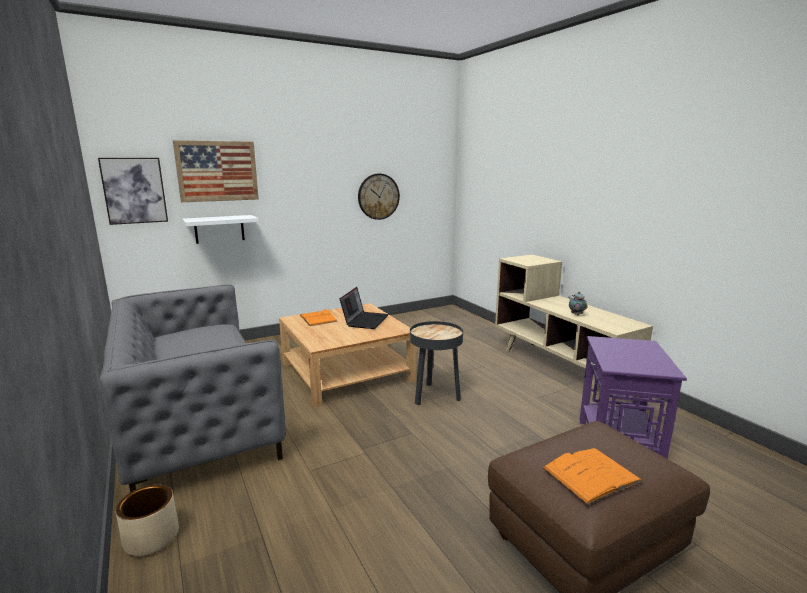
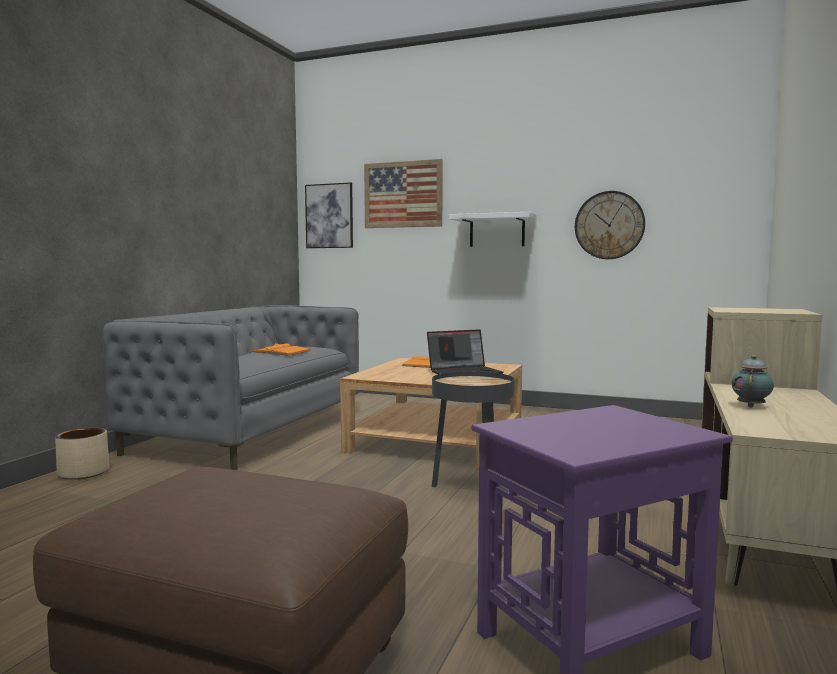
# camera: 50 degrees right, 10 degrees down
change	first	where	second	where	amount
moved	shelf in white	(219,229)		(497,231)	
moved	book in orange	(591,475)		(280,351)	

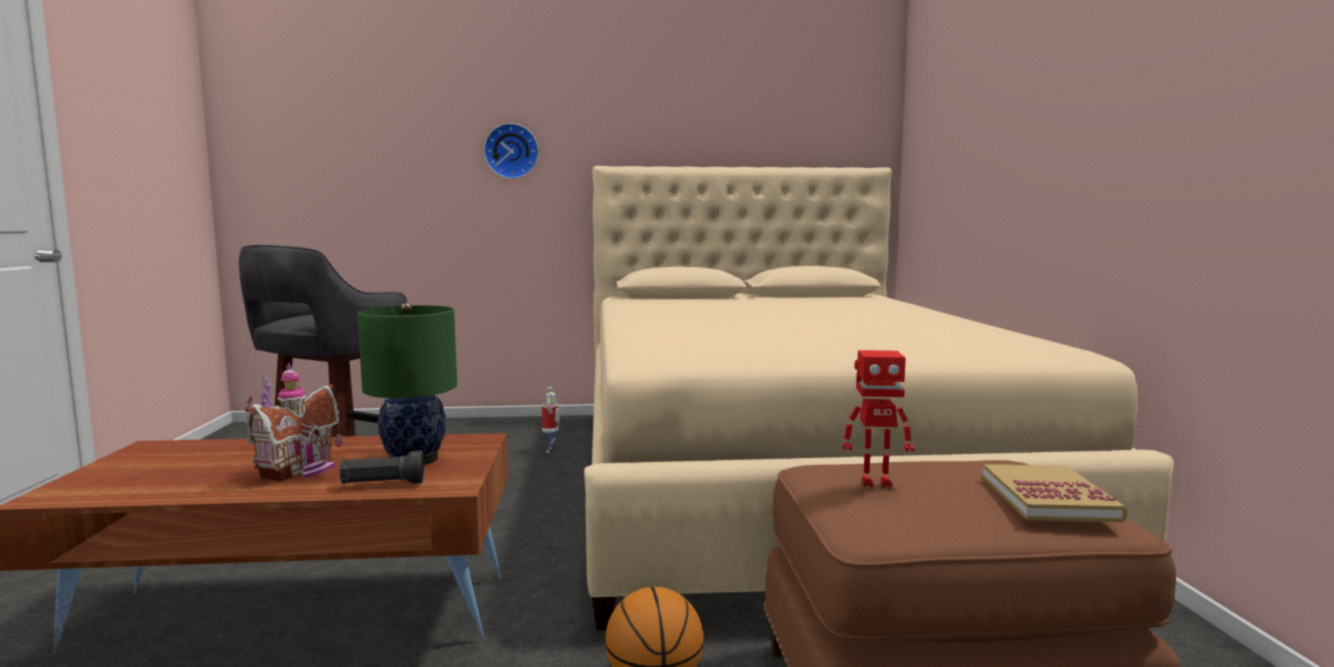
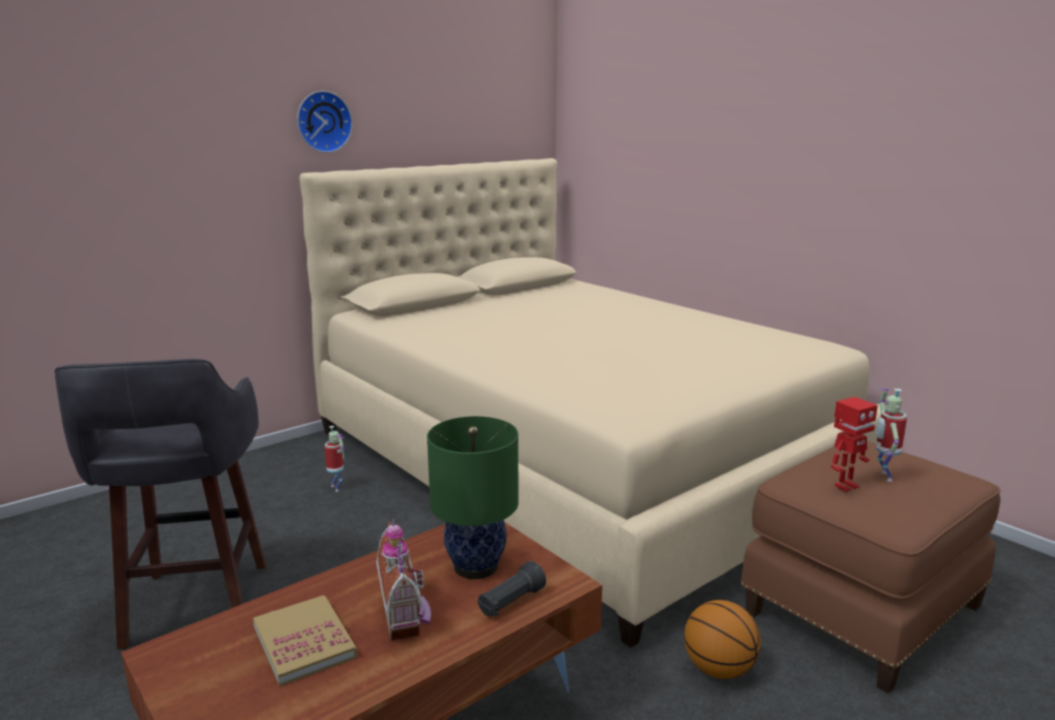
# camera: 35 degrees left, 10 degrees up
change	first	where	second	where	amount
moved	wall clock	(512,151)		(323,122)	
moved	book	(1048,498)		(304,642)	
added			toy robot	(883,476)	

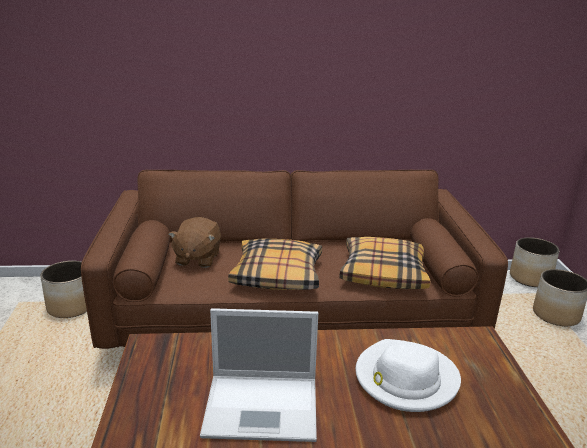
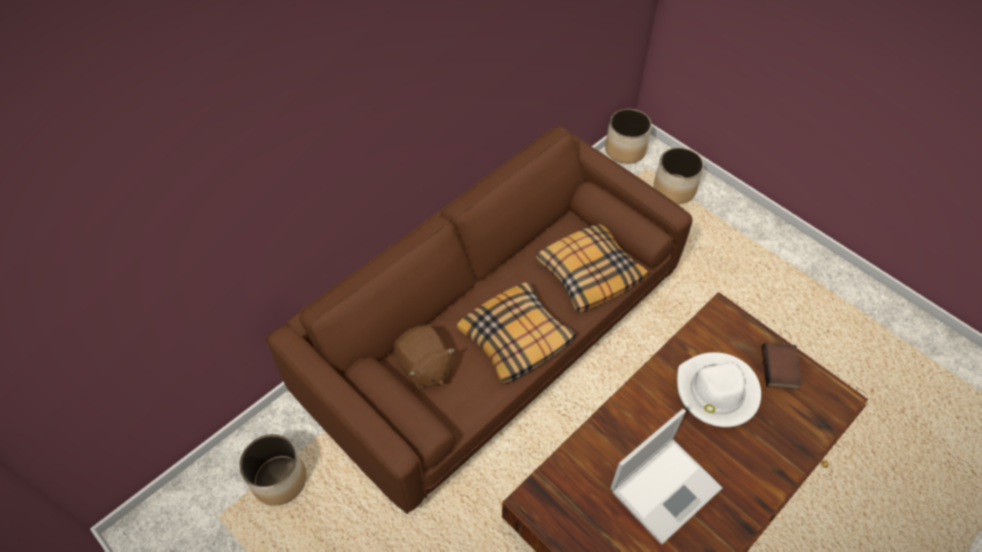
# camera: 40 degrees left, 30 degrees up
change	first	where	second	where	amount
added			book	(781,369)	

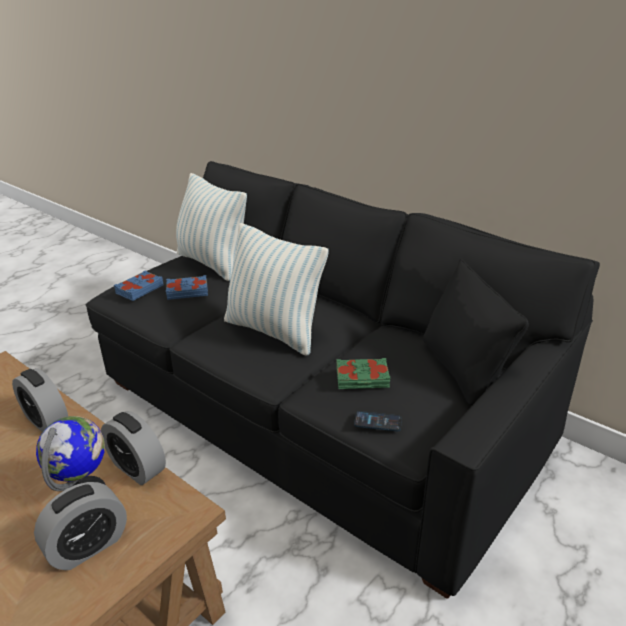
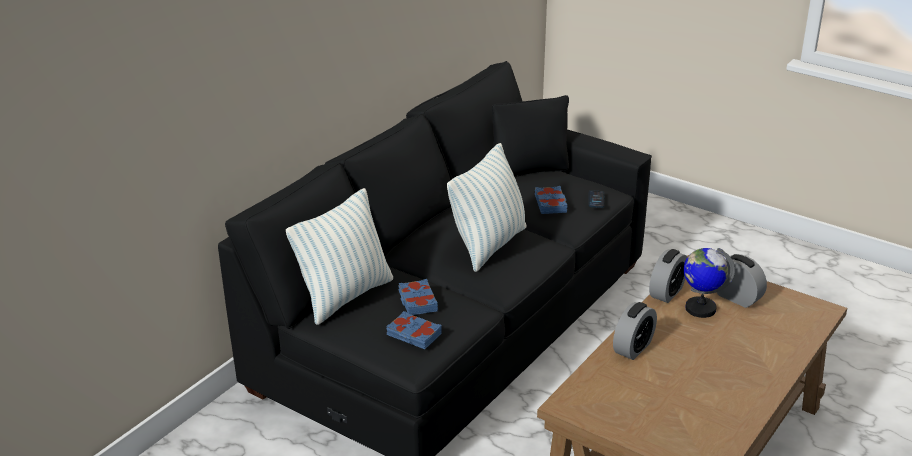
# camera: 95 degrees left, 0 degrees up
change	first	where	second	where	amount
recoloured	book in green	(362,378)	book in blue	(551,203)	

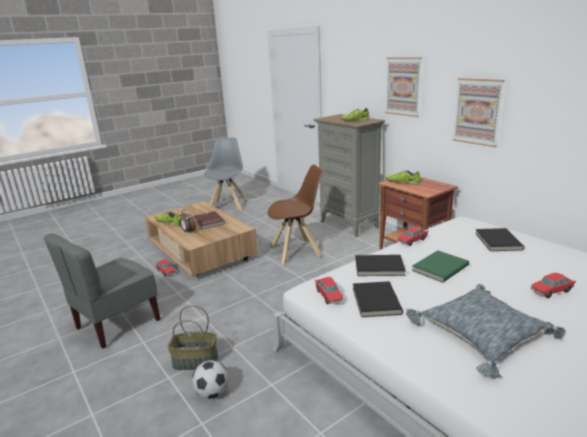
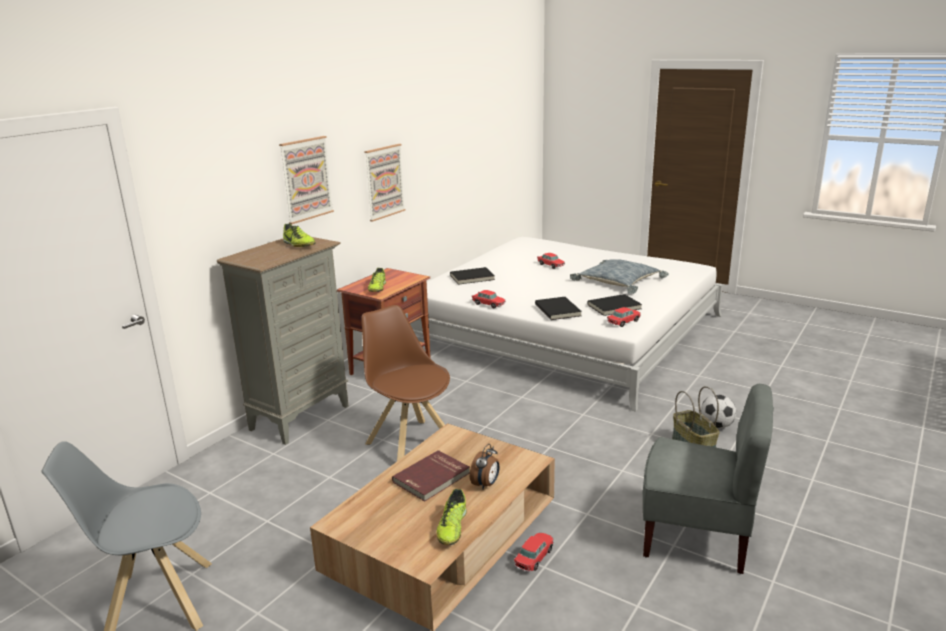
# camera: 110 degrees left, 0 degrees up
change	first	where	second	where	amount
removed	book in green	(439,267)			

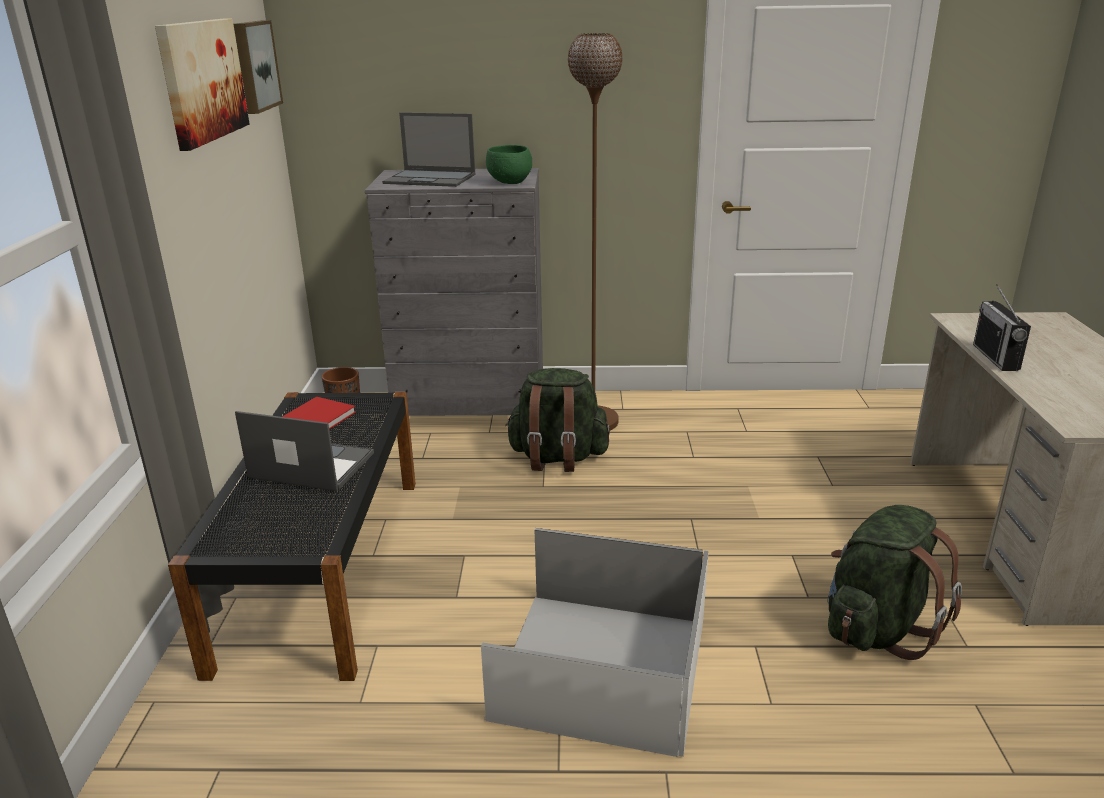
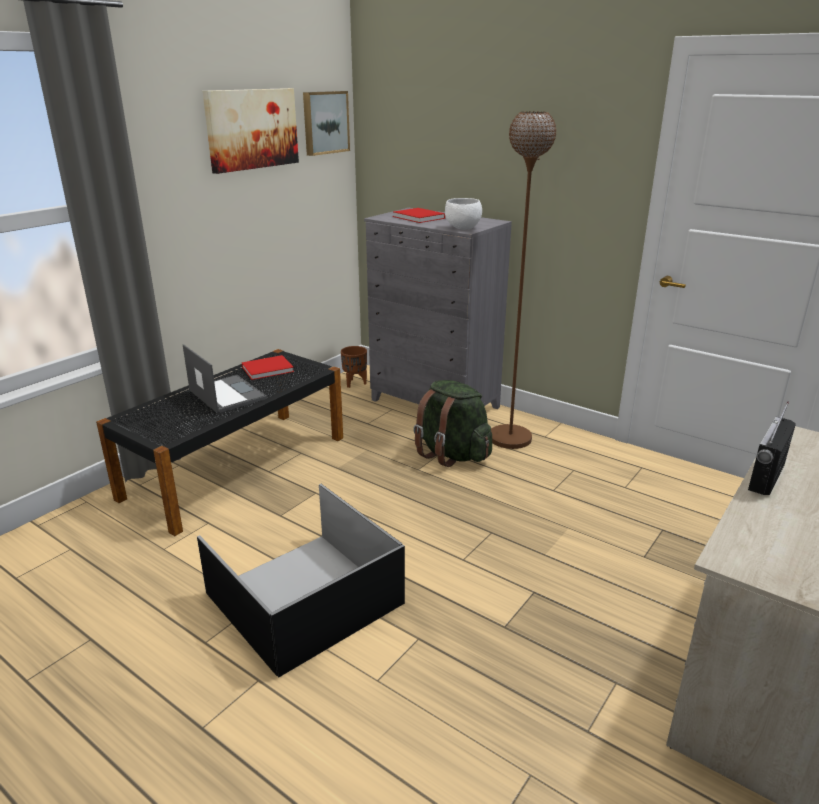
# camera: 35 degrees right, 0 degrees up
change	first	where	second	where	amount
replaced	laptop	(431,179)	book in red	(419,217)	
recoloured	bowl in green	(511,183)	bowl in white	(463,228)	
removed	backpack in green	(877,628)			
recoloured	storage box in white	(601,665)	storage box in black	(306,597)	

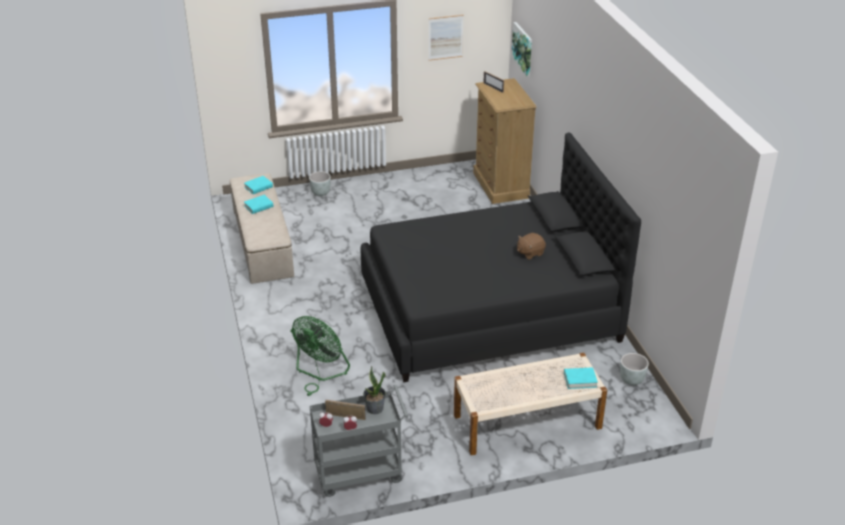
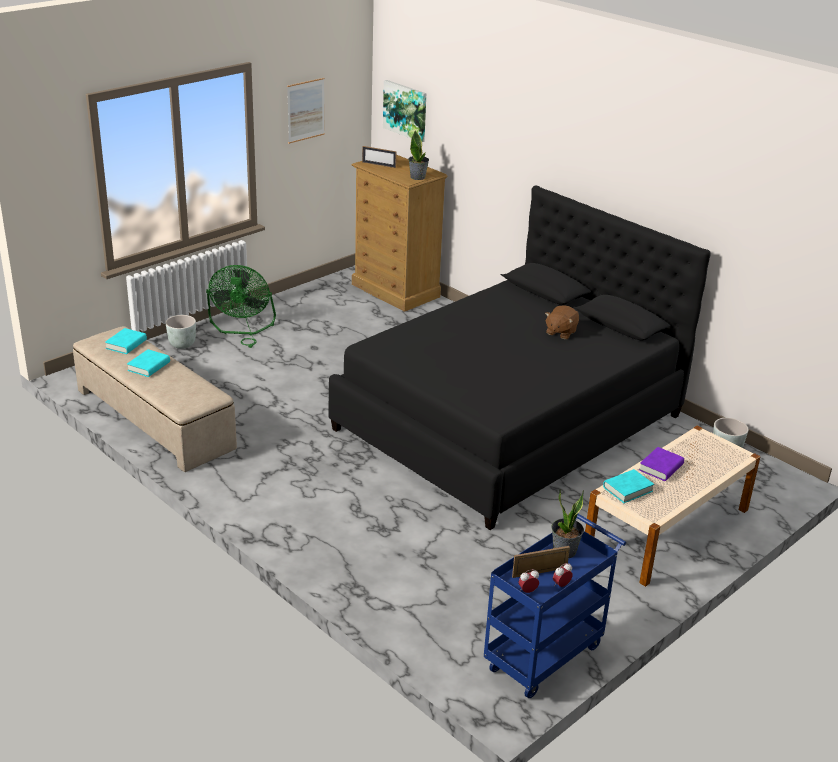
# camera: 30 degrees left, 5 degrees down
change	first	where	second	where	amount
moved	fan in green	(316,371)		(242,330)	
moved	book in turquoise	(580,380)		(627,489)	
recoloured	cart in grey	(361,476)	cart in blue	(546,658)	
added			potted plant	(418,177)	
added			book in purple	(661,467)	

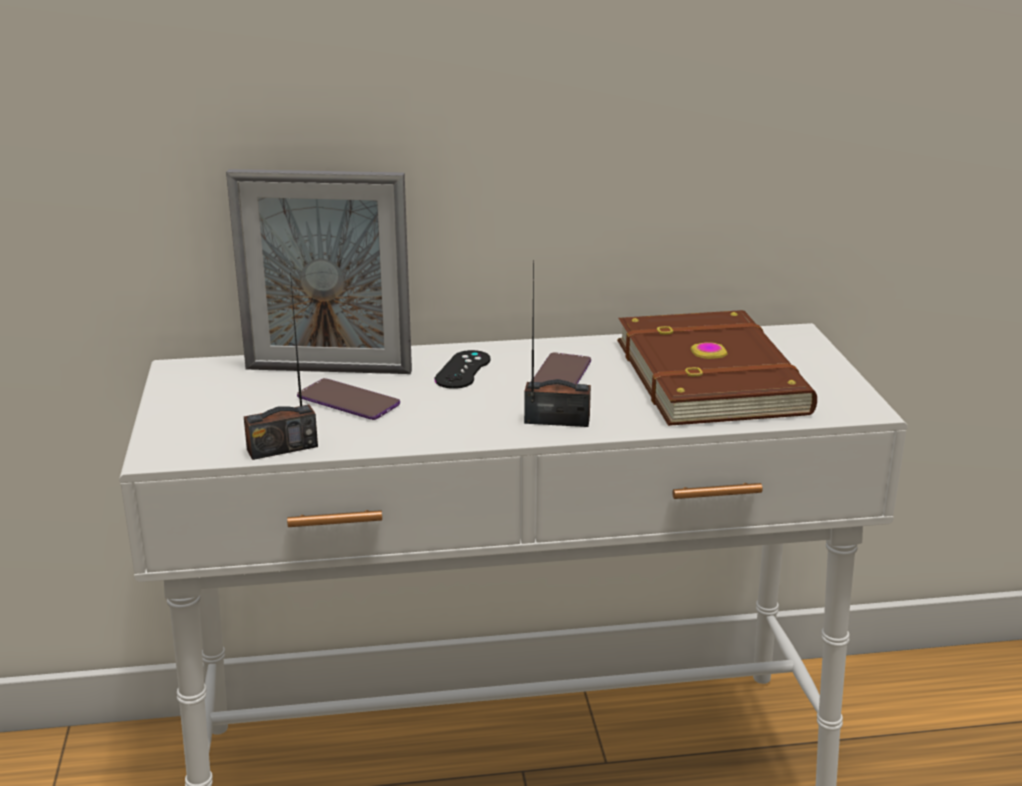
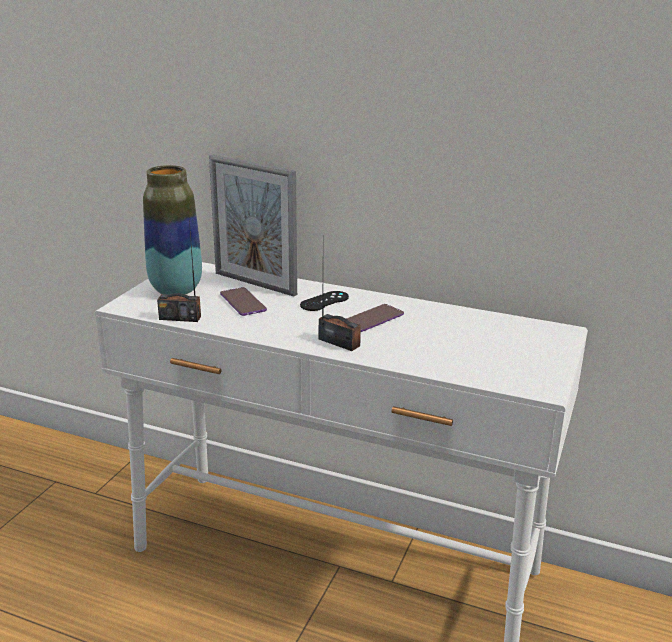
# camera: 30 degrees right, 0 degrees up
change	first	where	second	where	amount
removed	book in brown	(713,375)			
added			vase	(176,290)	

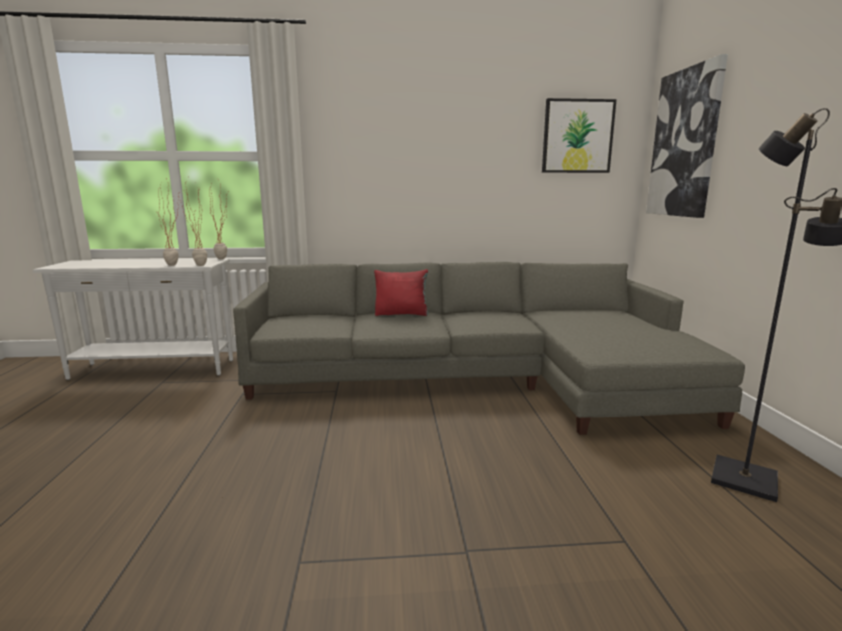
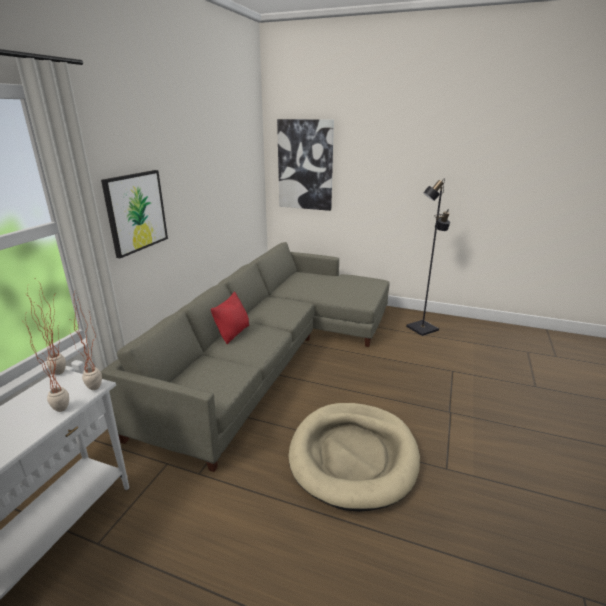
# camera: 65 degrees left, 10 degrees up
change	first	where	second	where	amount
moved	picture	(577,136)		(136,212)	
added			dog bed in beige	(353,456)	

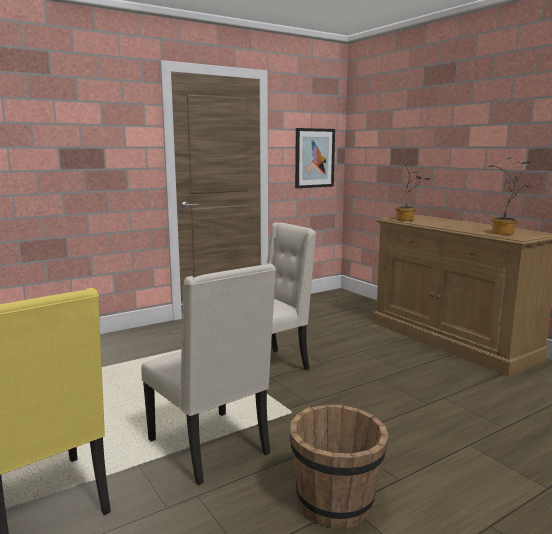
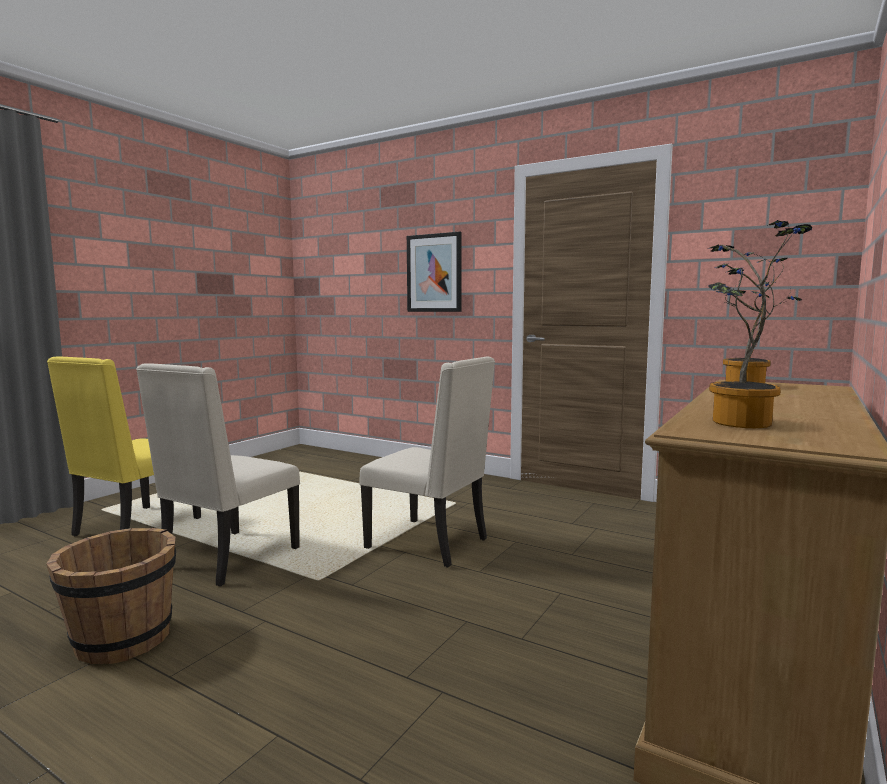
# camera: 65 degrees right, 5 degrees down
change	first	where	second	where	amount
moved	picture	(314,158)		(434,273)	

